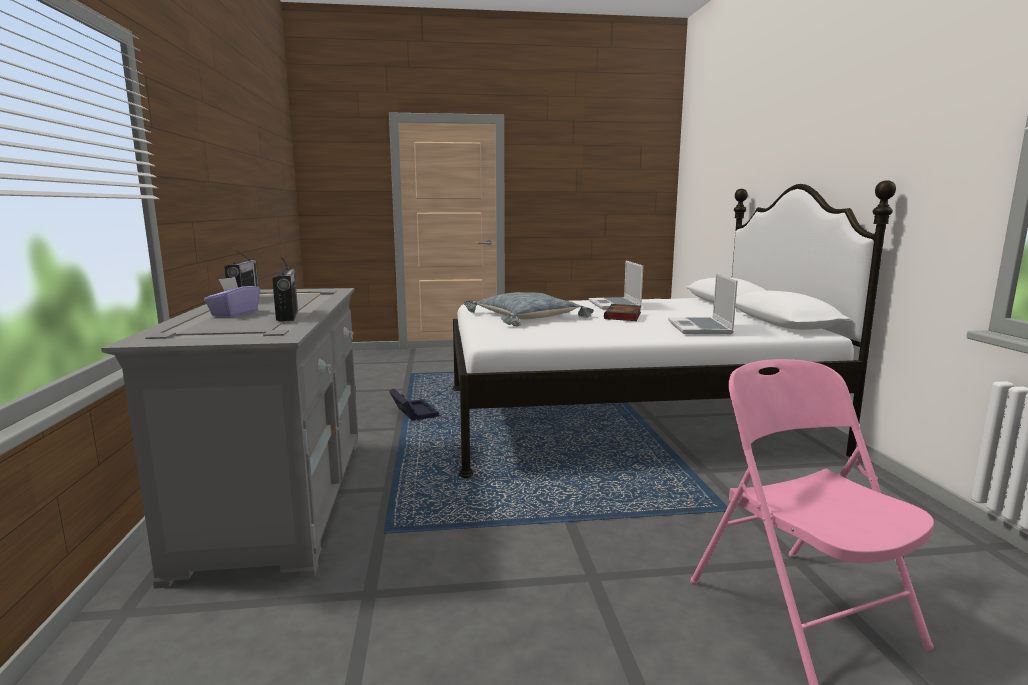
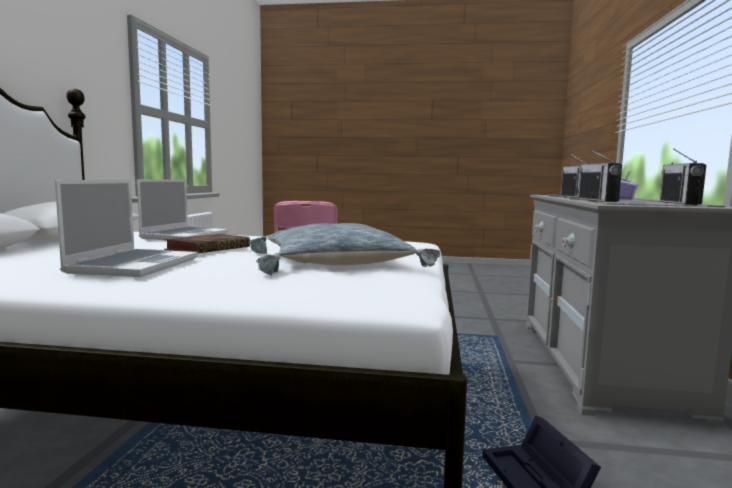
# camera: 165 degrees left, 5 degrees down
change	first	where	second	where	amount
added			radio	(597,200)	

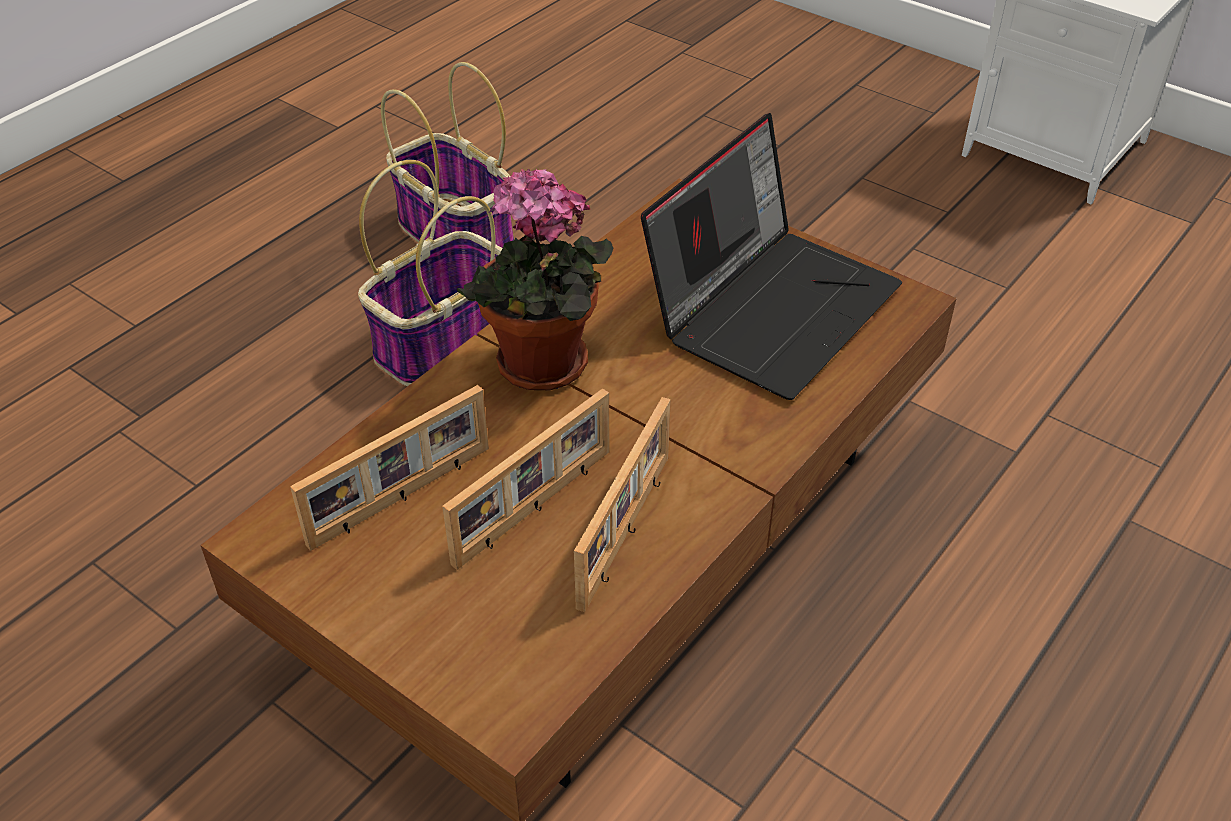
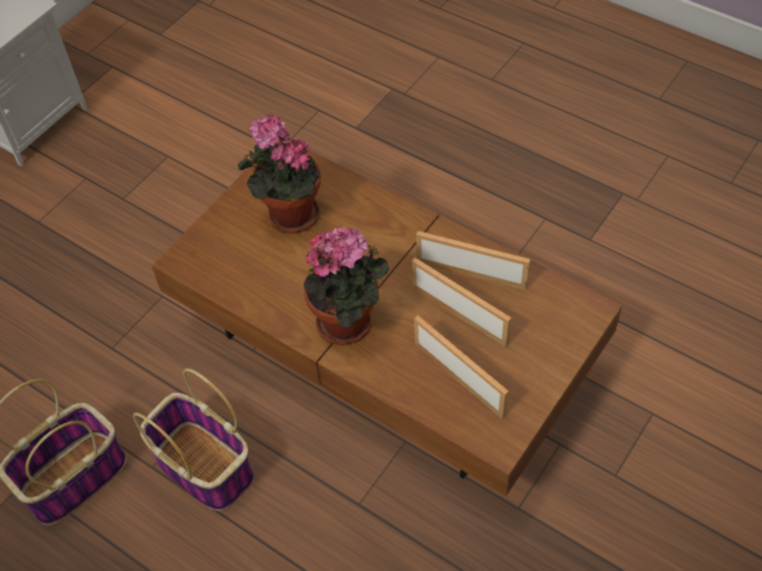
# camera: 90 degrees left, 10 degrees up
change	first	where	second	where	amount
replaced	laptop	(771,306)	potted plant	(288,215)	

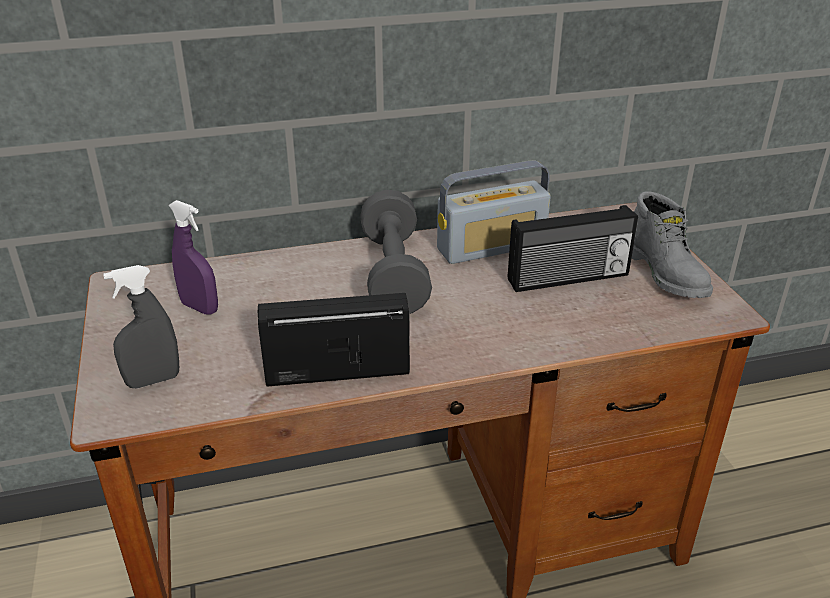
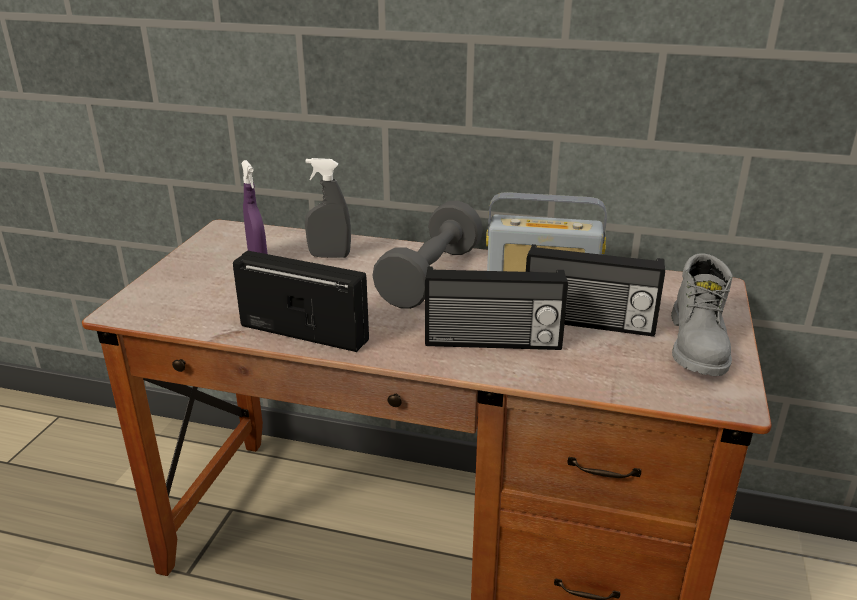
# camera: 30 degrees right, 5 degrees down
change	first	where	second	where	amount
moved	spray bottle in grey	(153,380)		(329,256)	
added			radio	(493,342)	

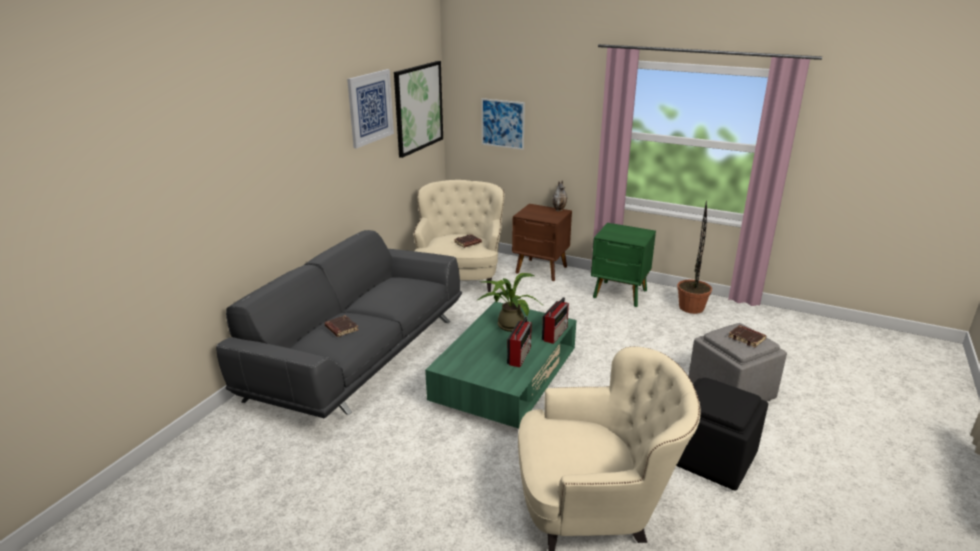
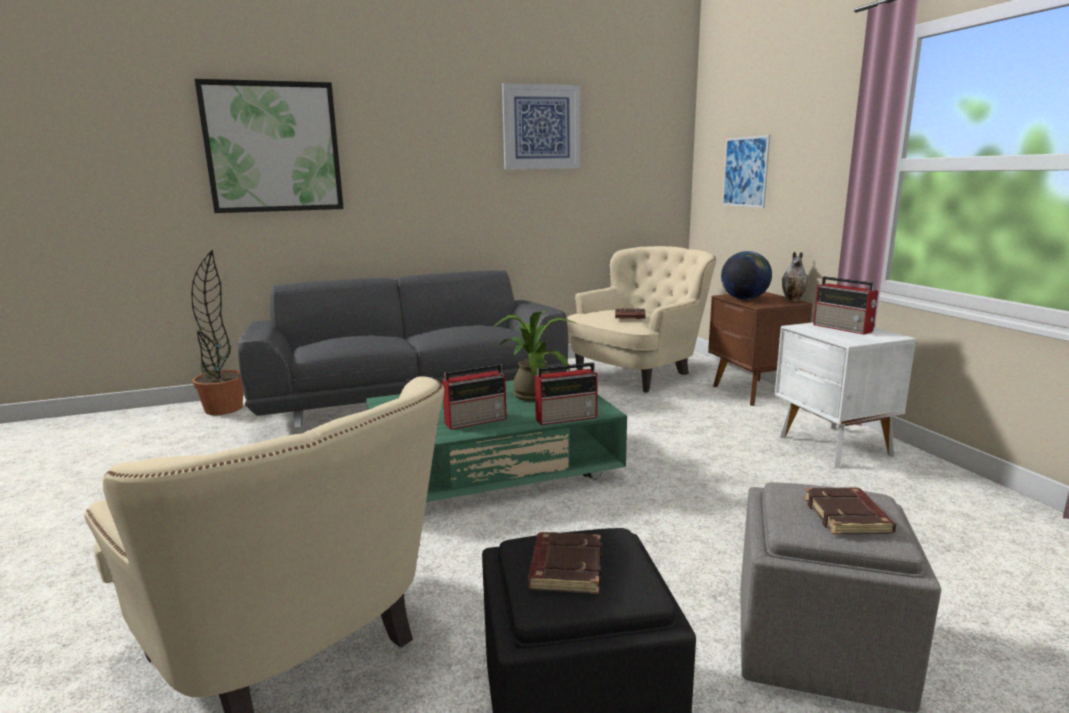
# camera: 45 degrees right, 10 degrees down
change	first	where	second	where	amount
moved	picture	(418,107)		(273,147)	
moved	potted plant	(691,308)		(224,409)	
recoloured	nightstand in green	(620,294)	nightstand in white	(834,446)	
moved	book in brown	(341,328)		(565,568)	
added			globe	(744,299)	
added			radio	(843,328)	

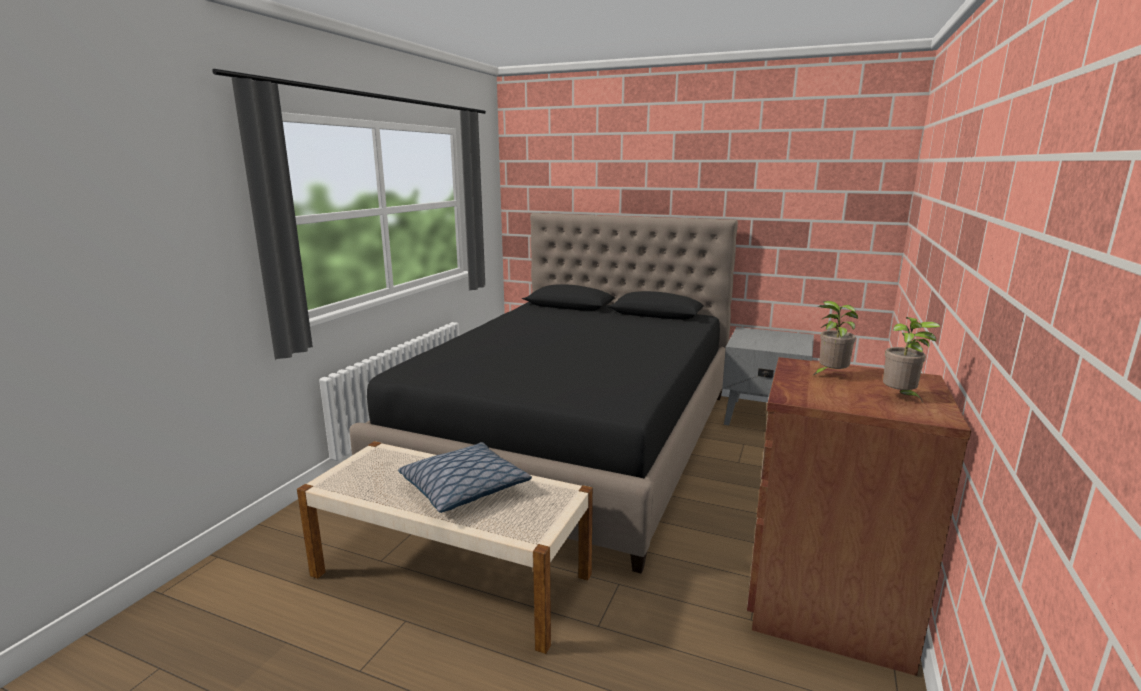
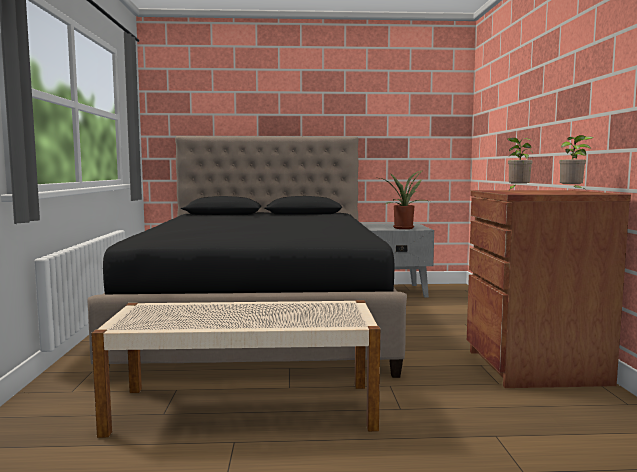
# camera: 25 degrees left, 10 degrees down
change	first	where	second	where	amount
removed	pillow	(464,488)			
added			potted plant	(403,228)	

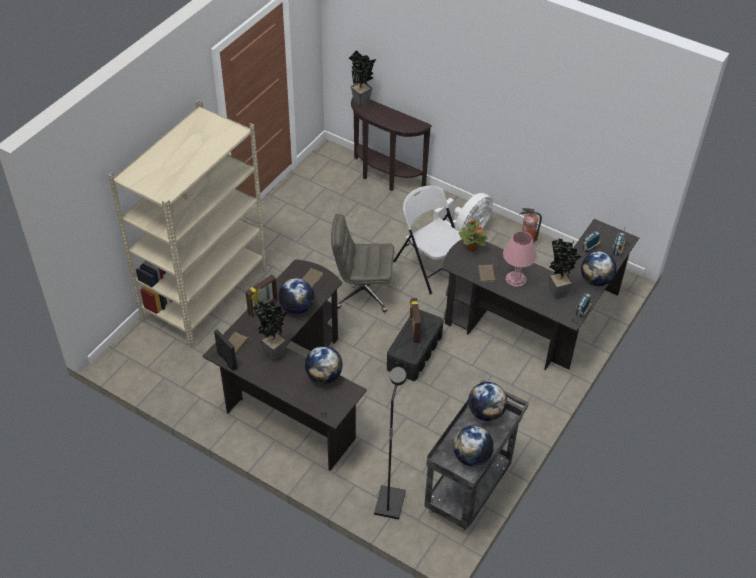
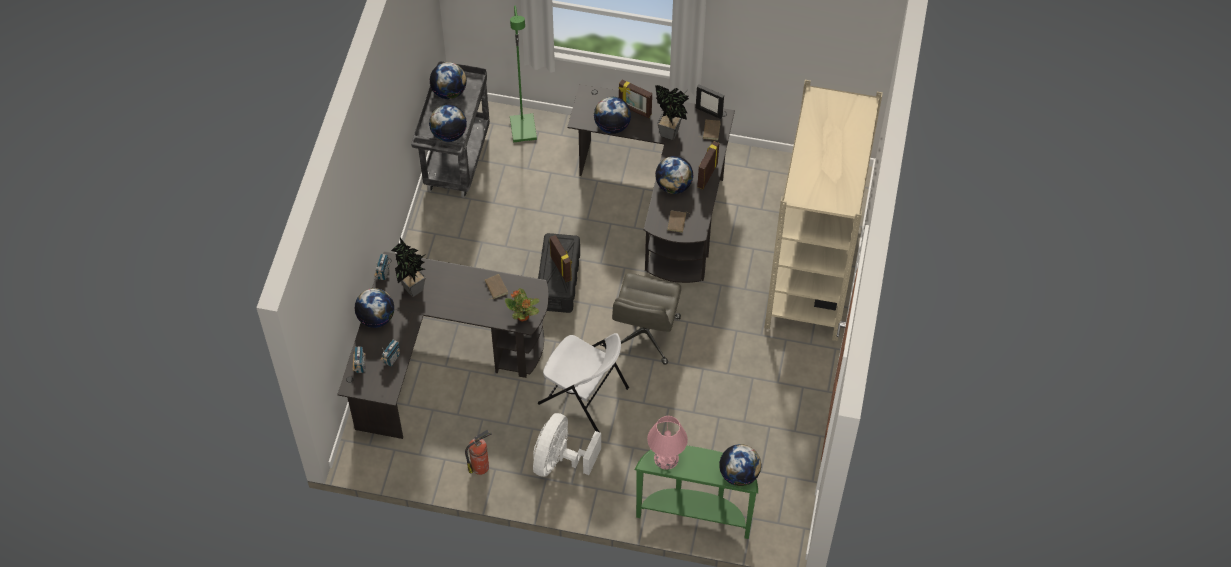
# camera: 160 degrees right, 10 degrees up
change	first	where	second	where	amount
replaced	potted plant	(361,103)	globe	(739,474)	
recoloured	console table in brown	(384,177)	console table in green	(694,514)	
turned	office chair in grey	(362,292)		(645,335)	120 degrees clockwise
moved	table lamp in pink	(516,279)		(666,458)	
recoloured	floor lamp in black	(389,502)	floor lamp in green	(524,129)	
added			picture frame	(634,110)	

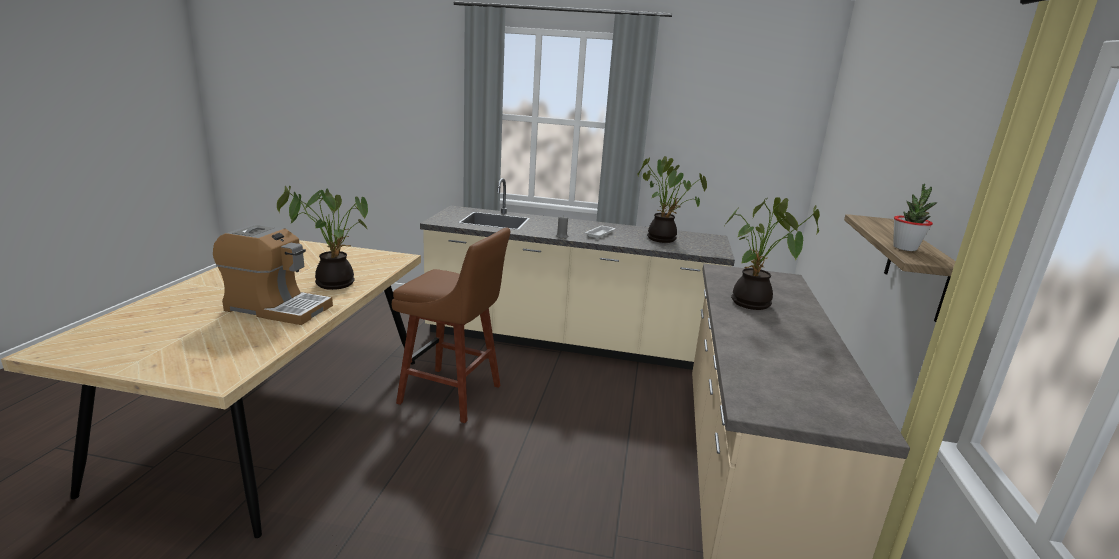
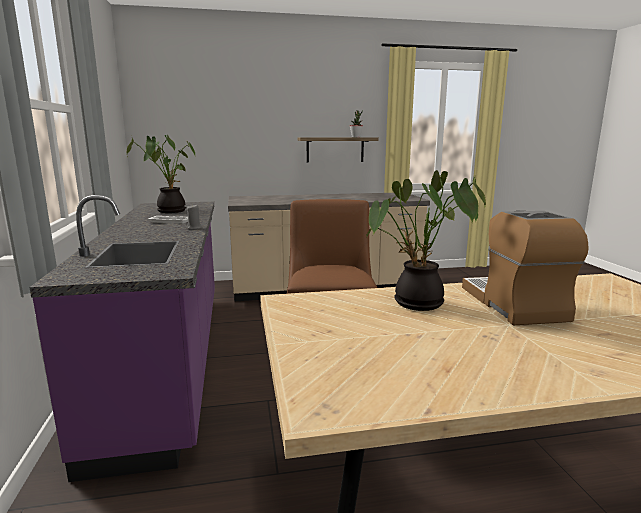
# camera: 110 degrees left, 5 degrees down
change	first	where	second	where	amount
recoloured	counter in beige	(568,341)	counter in purple	(170,358)	
removed	potted plant	(753,304)			

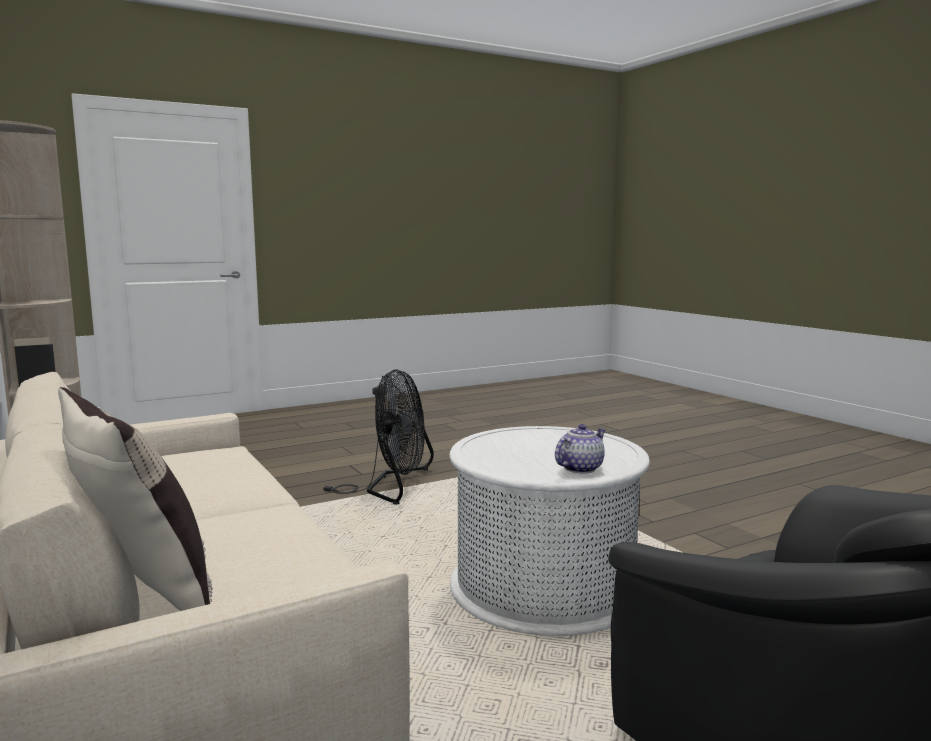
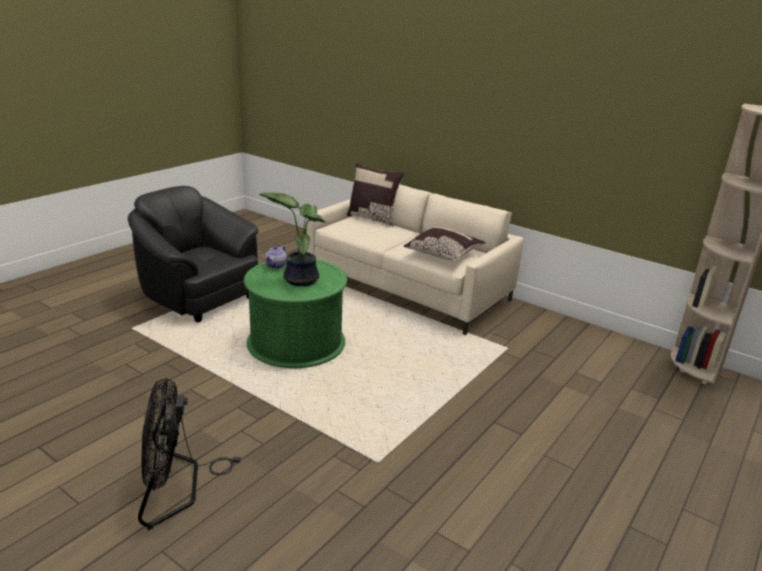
# camera: 155 degrees right, 15 degrees up
change	first	where	second	where	amount
moved	fan in black	(390,486)		(179,482)	
recoloured	coffee table in white	(545,586)	coffee table in green	(296,342)	
added			potted plant	(299,279)	
added			pillow	(444,254)	

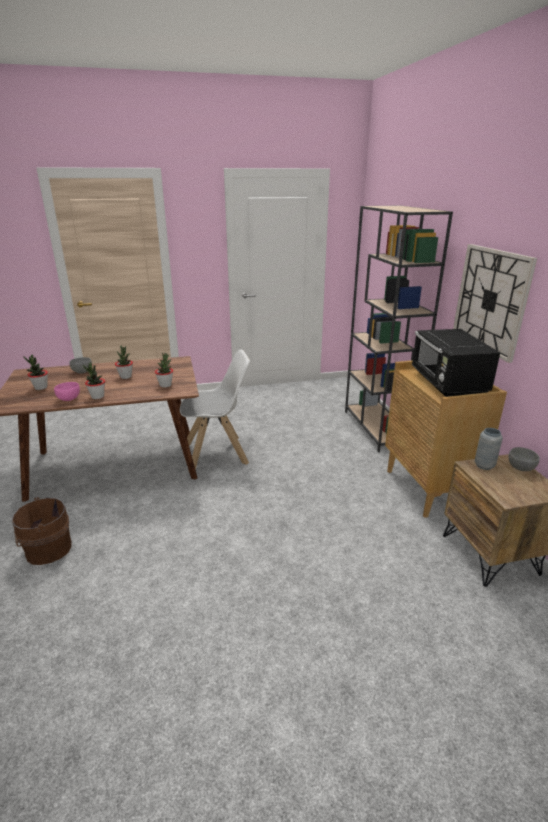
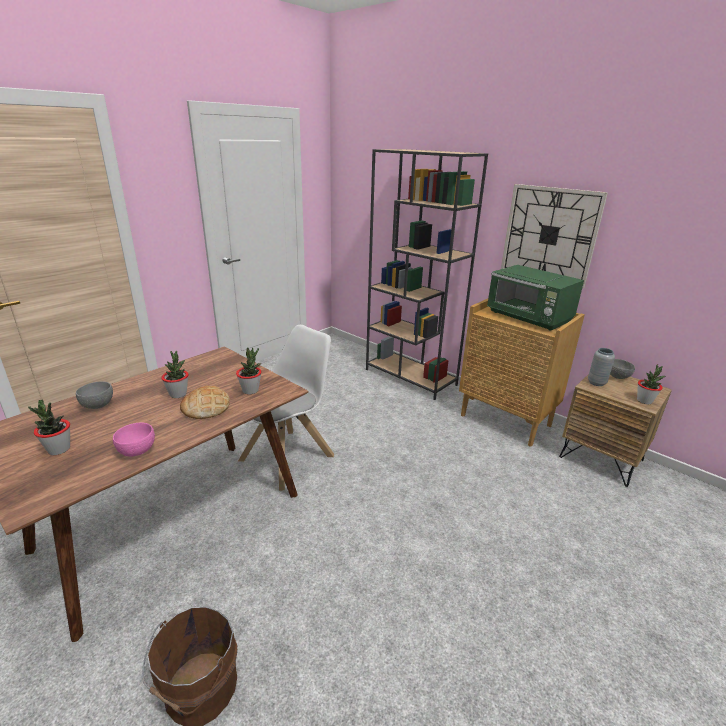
# camera: 35 degrees left, 0 degrees up
change	first	where	second	where	amount
recoloured	microwave in black	(447,384)	microwave in green	(529,318)	
moved	potted plant	(97,397)		(644,401)	
added			bread	(205,407)	

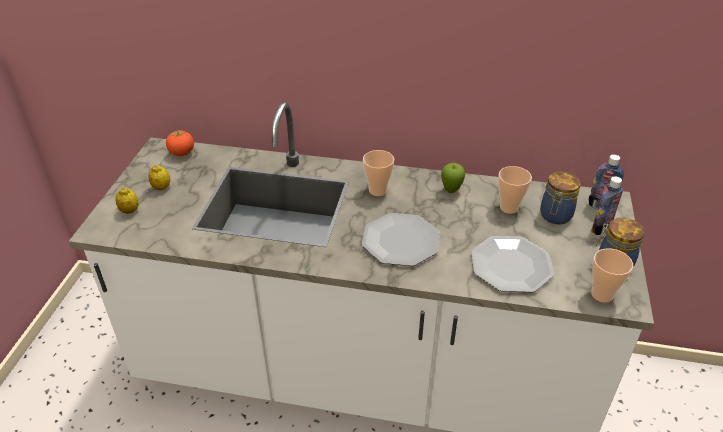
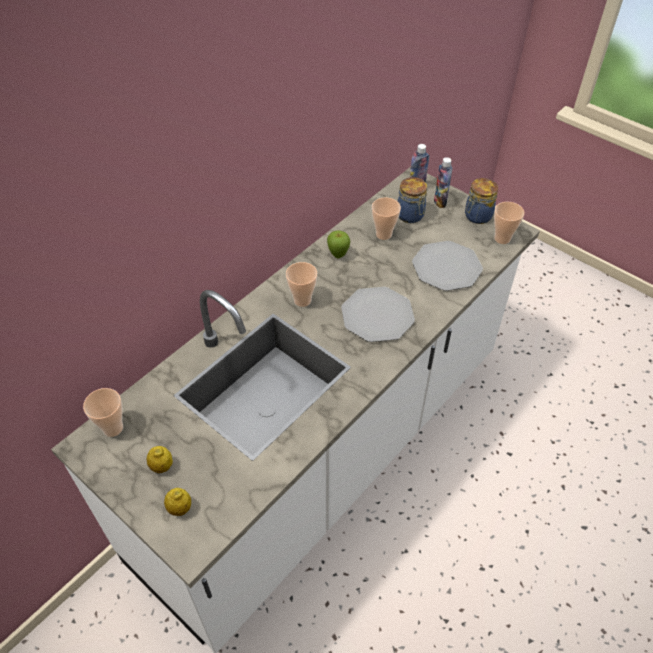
# camera: 60 degrees left, 10 degrees up
change	first	where	second	where	amount
replaced	tomato	(182,153)	cup	(113,428)	

